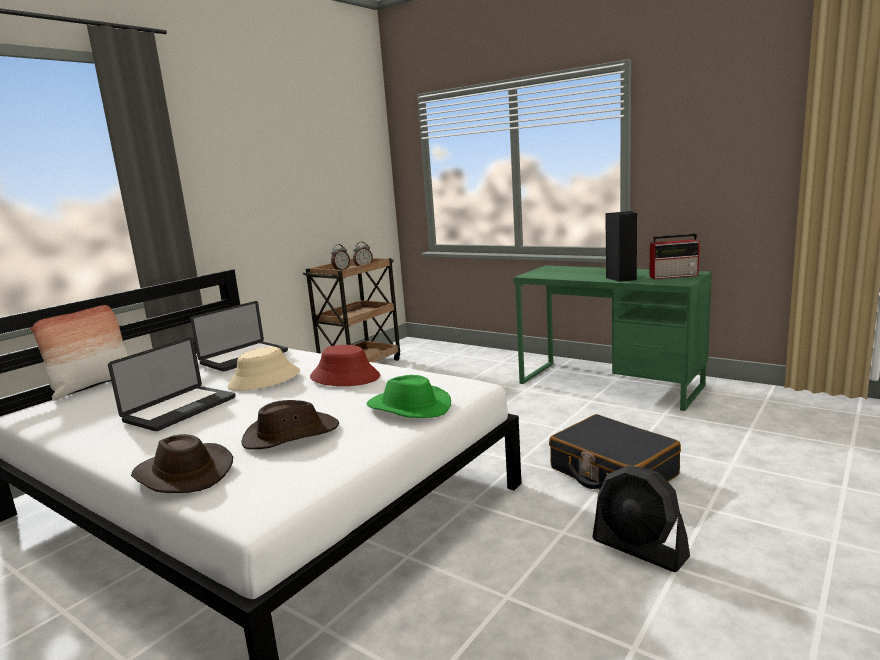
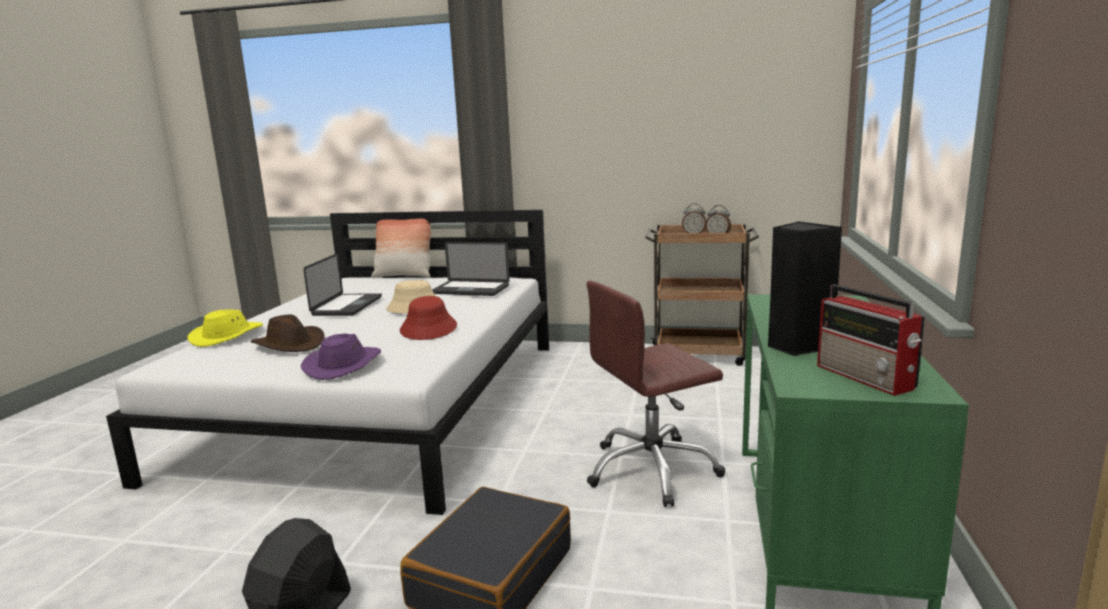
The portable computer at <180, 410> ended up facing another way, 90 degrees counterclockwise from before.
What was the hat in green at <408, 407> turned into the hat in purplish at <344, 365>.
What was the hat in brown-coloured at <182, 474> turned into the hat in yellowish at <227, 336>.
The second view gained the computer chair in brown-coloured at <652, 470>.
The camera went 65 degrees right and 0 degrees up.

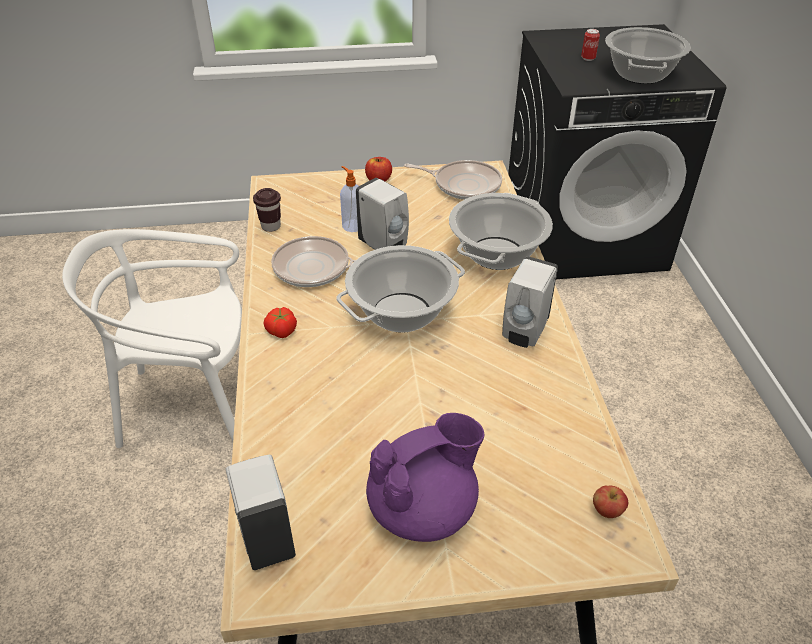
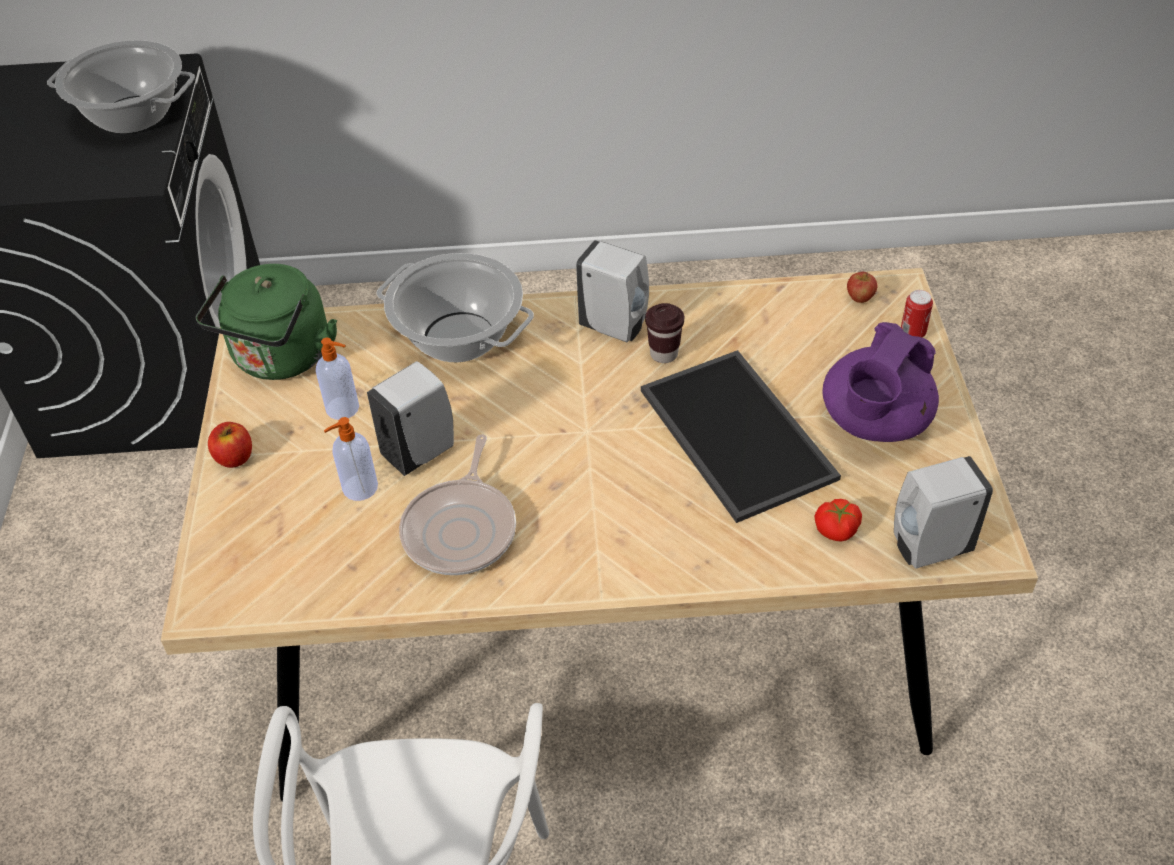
The metal can ended up elsewhere, having gone from <588, 58> to <912, 333>.
Where the frying pan stood at <463, 184>, the tea kettle in green came to stand at <280, 359>.
The small cup in brown-coloured ended up elsewhere, having gone from <271, 226> to <664, 354>.
The second view lost the saucepot at <402, 312>.
The whole tomato ended up elsewhere, having gone from <281, 331> to <837, 530>.
The teapot in purplish at <423, 508> ended up facing another way, 120 degrees counterclockwise from before.
The second view gained the soap bottle at <344, 408>.
The second view gained the carrying tray at <732, 433>.
The camera went 85 degrees left and 5 degrees up.

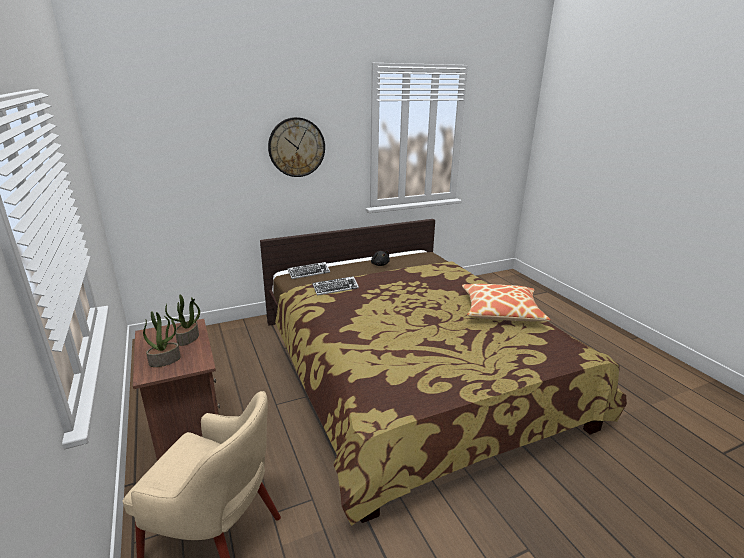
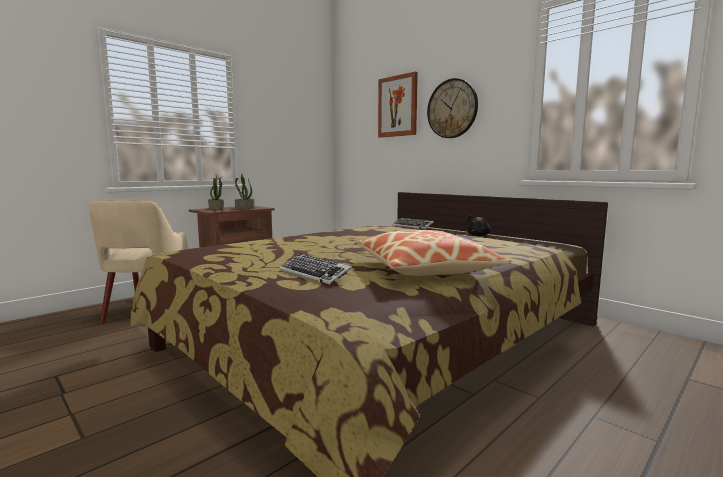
The PC keyboard ended up elsewhere, having gone from <335, 288> to <314, 274>.
The second view gained the wall art at <398, 106>.
The camera went 70 degrees right and 15 degrees down.

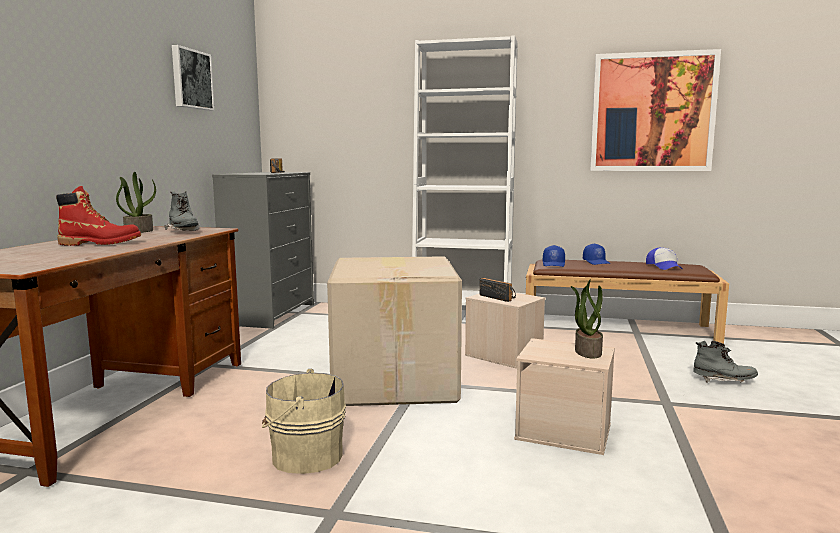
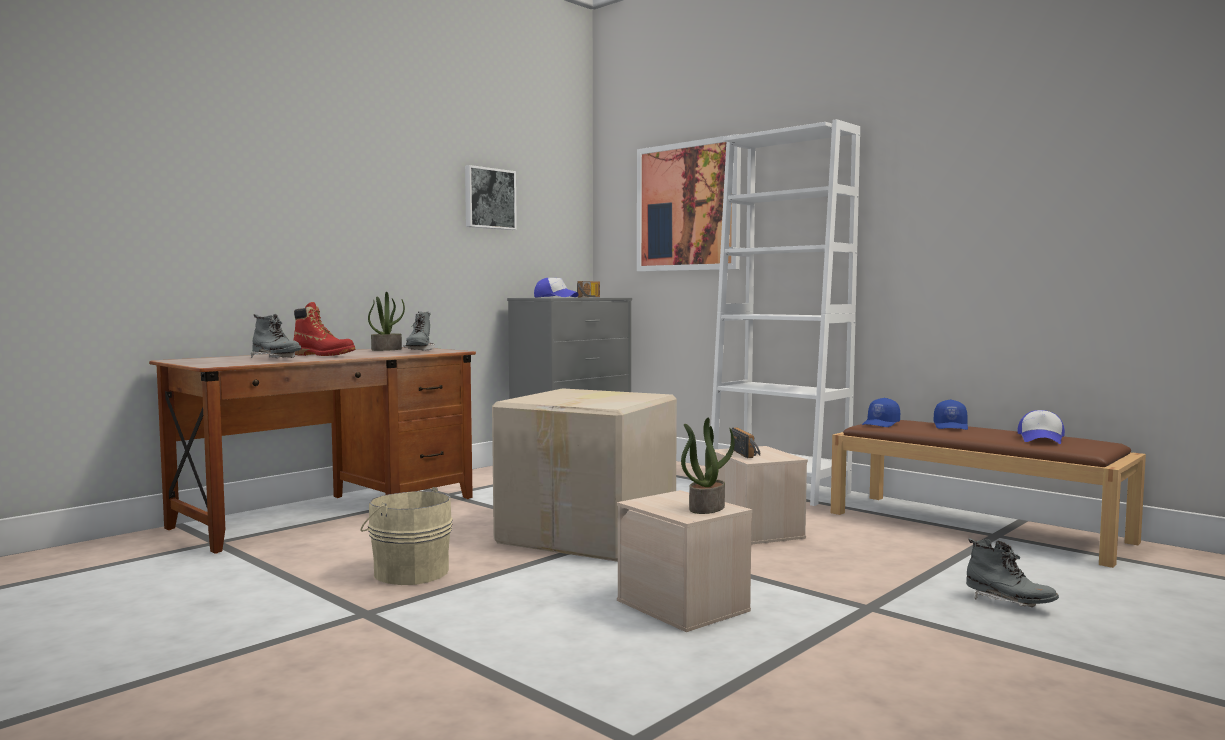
The wall art ended up elsewhere, having gone from <652, 112> to <688, 207>.
The second view gained the baseball cap at <555, 297>.
The second view gained the tall boot in greyish at <276, 359>.
The camera went 30 degrees right and 5 degrees down.

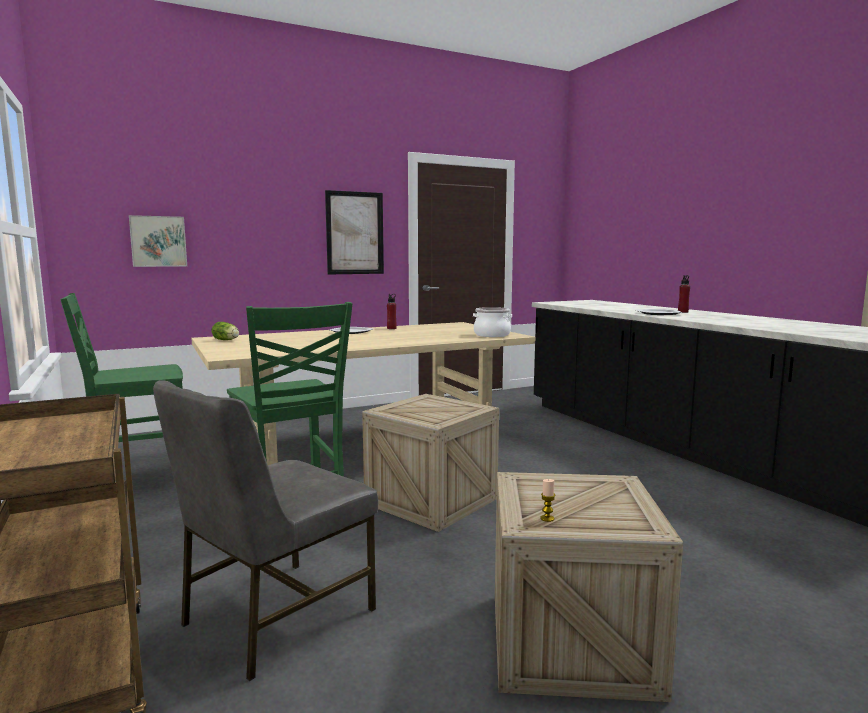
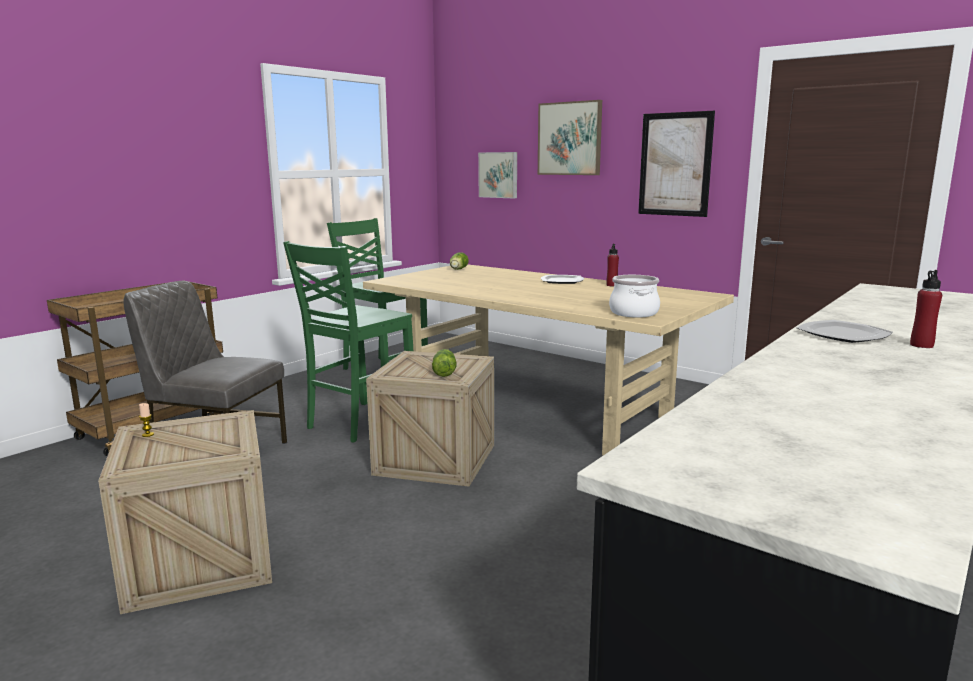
The second view gained the wall art at <570, 138>.
The second view gained the head of lettuce at <444, 372>.
The camera went 65 degrees right and 5 degrees up.

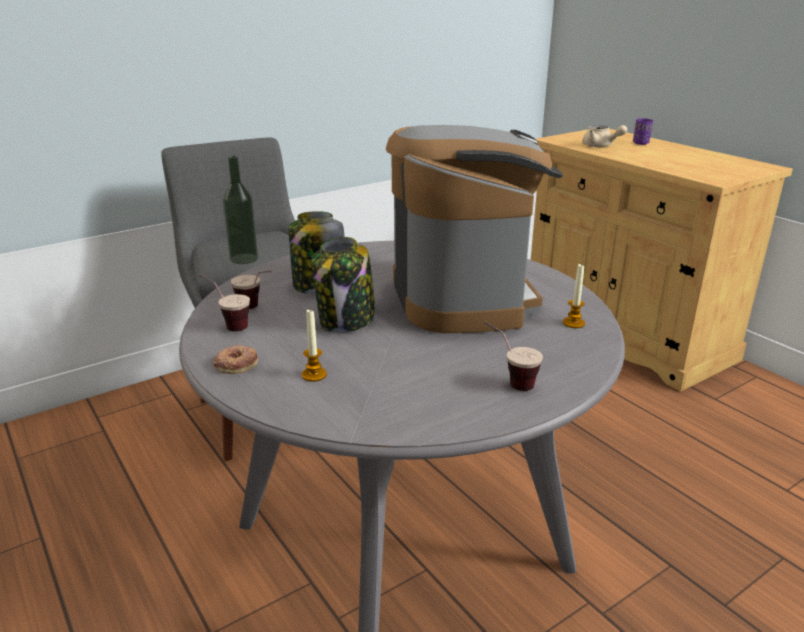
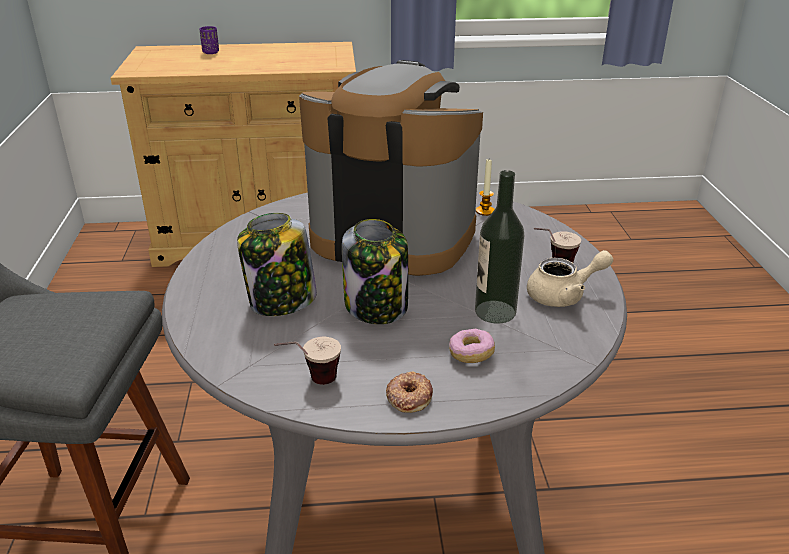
The teapot in beige-coloured ended up elsewhere, having gone from <600, 146> to <564, 295>.
The beverage bottle ended up elsewhere, having gone from <244, 259> to <495, 312>.
The second view lost the small cup at <256, 309>.
Where the candle stood at <314, 375>, the doughnut came to stand at <471, 354>.
The camera went 60 degrees left and 5 degrees up.

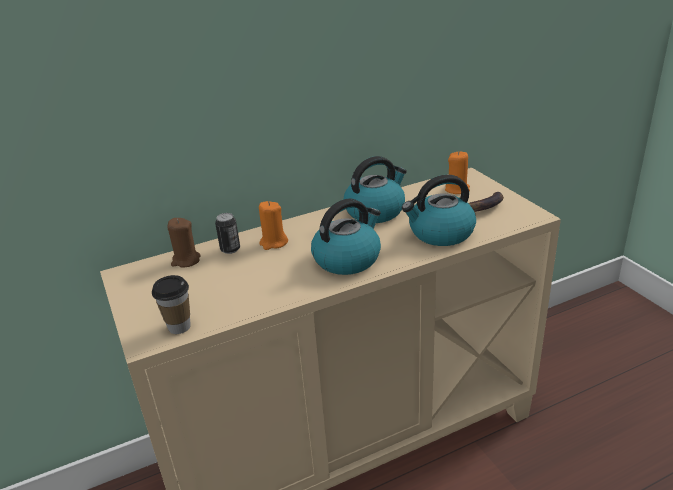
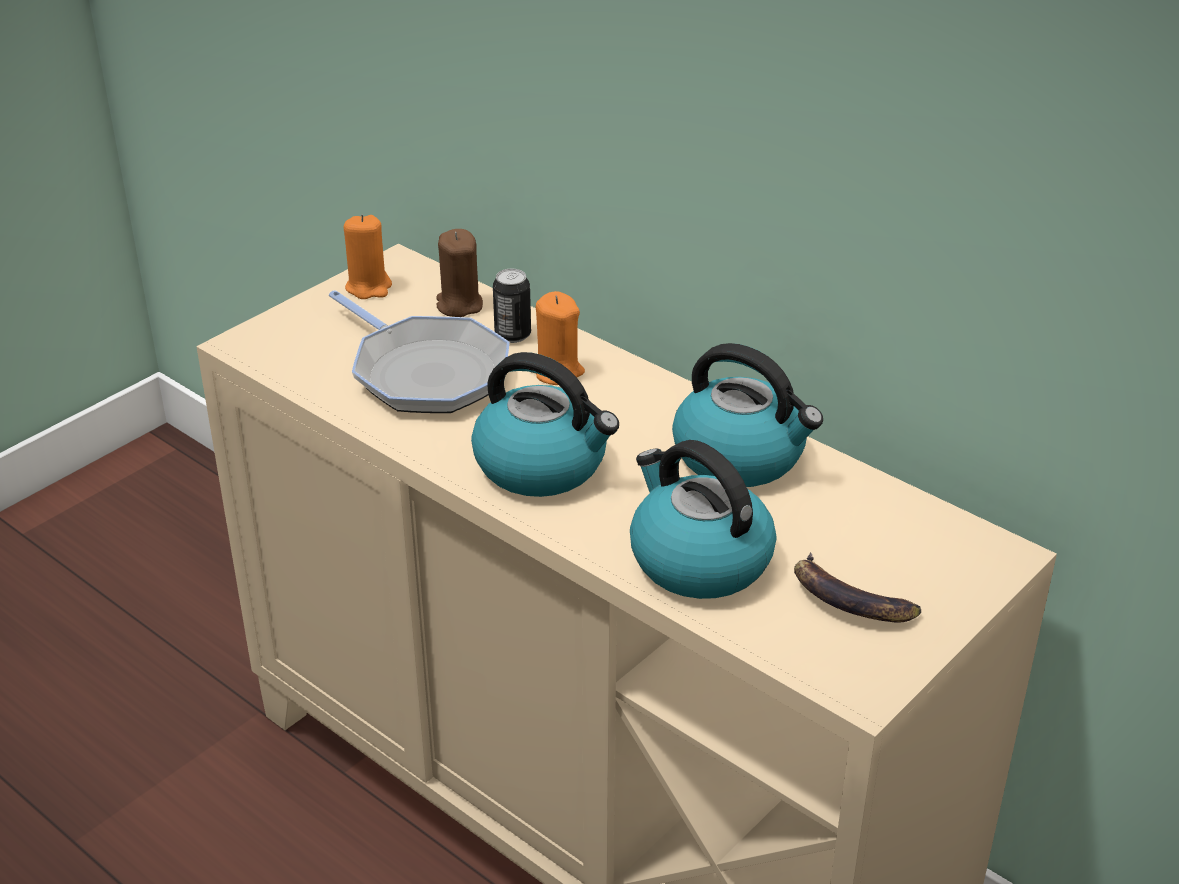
The candle in orangey ended up elsewhere, having gone from <457, 189> to <369, 287>.
The second view lost the small cup at <179, 327>.
The second view gained the frying pan at <425, 372>.
The camera went 65 degrees right and 5 degrees up.

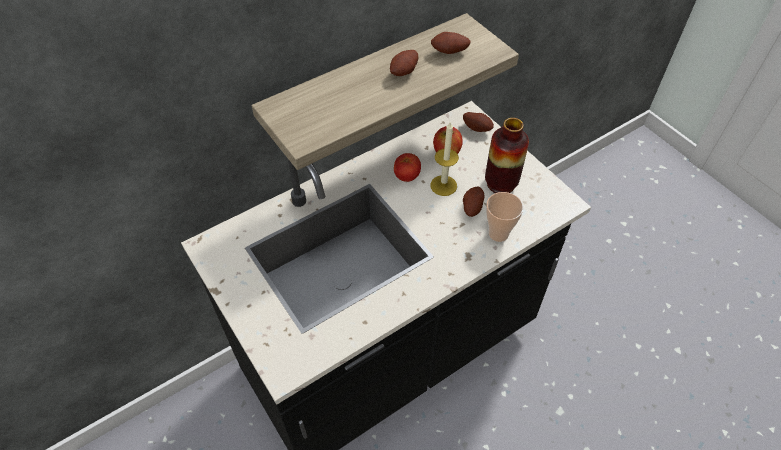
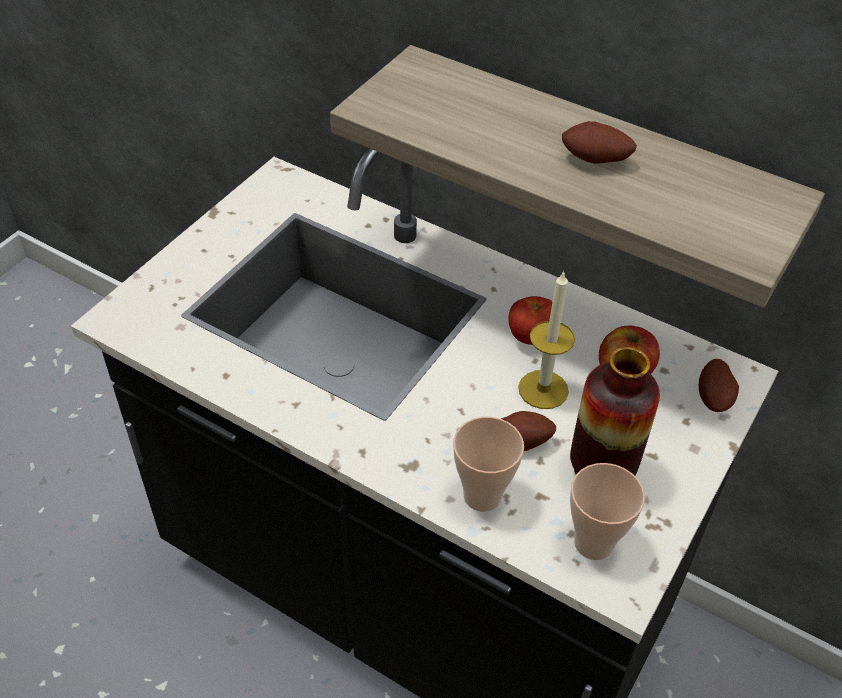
The second view lost the potato at <449, 52>.
The second view gained the small cup at <594, 543>.
The camera went 65 degrees right and 5 degrees down.

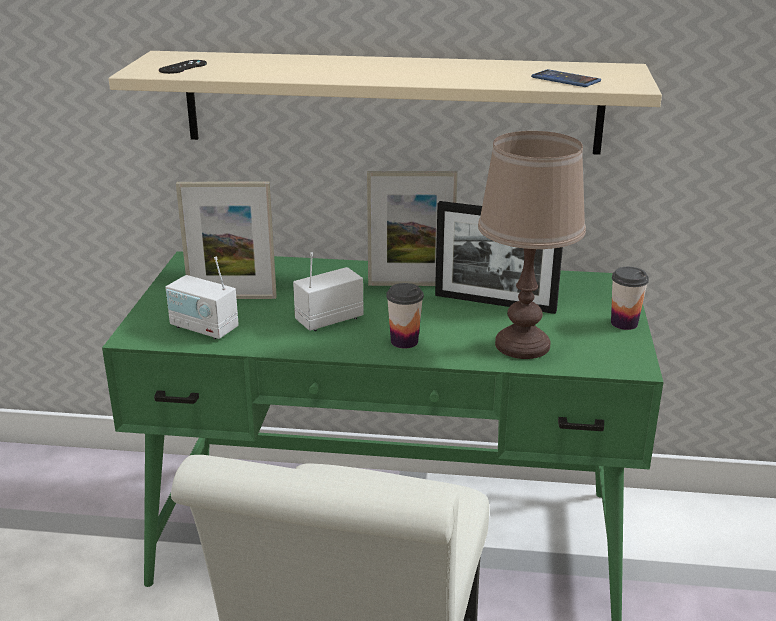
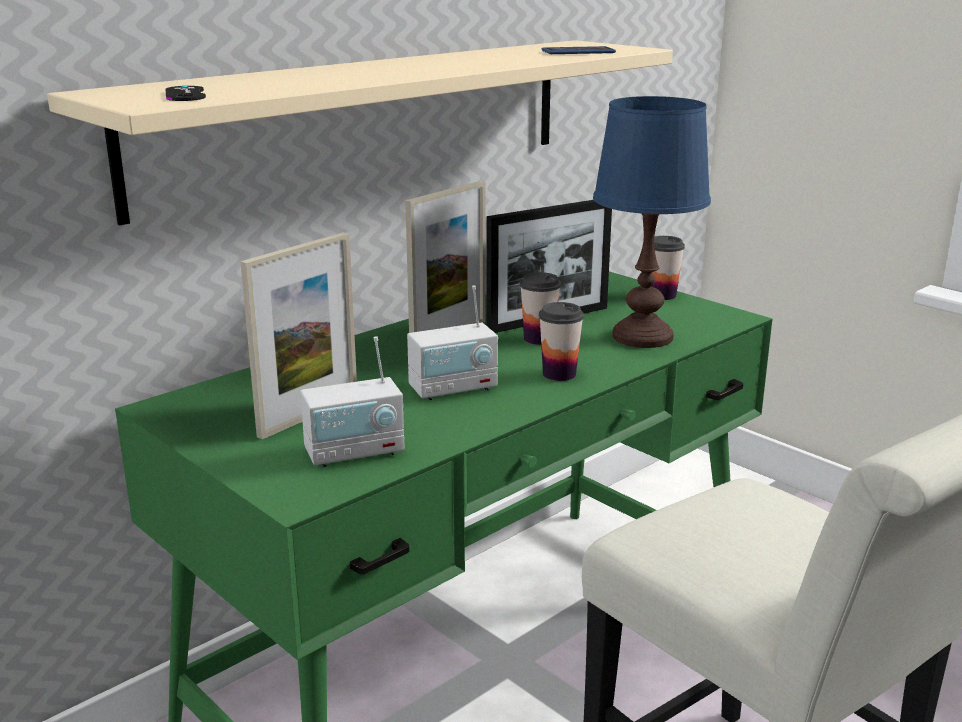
What was the lamp for a table in brown-coloured at <522, 345> turned into the lamp for a table in bluish at <643, 337>.
The radio set at <328, 319> ended up facing another way, 120 degrees counterclockwise from before.
The second view gained the small cup at <539, 339>.
The camera went 50 degrees left and 5 degrees down.

